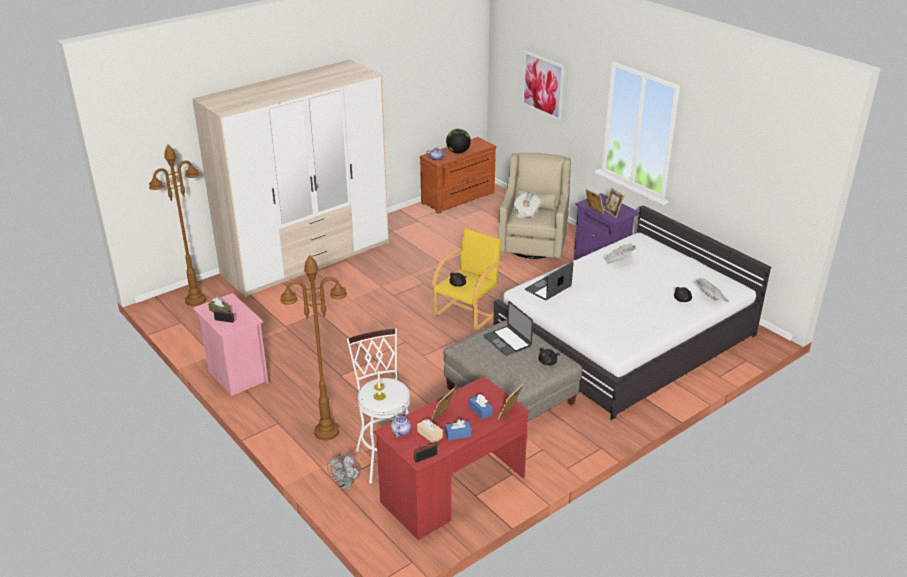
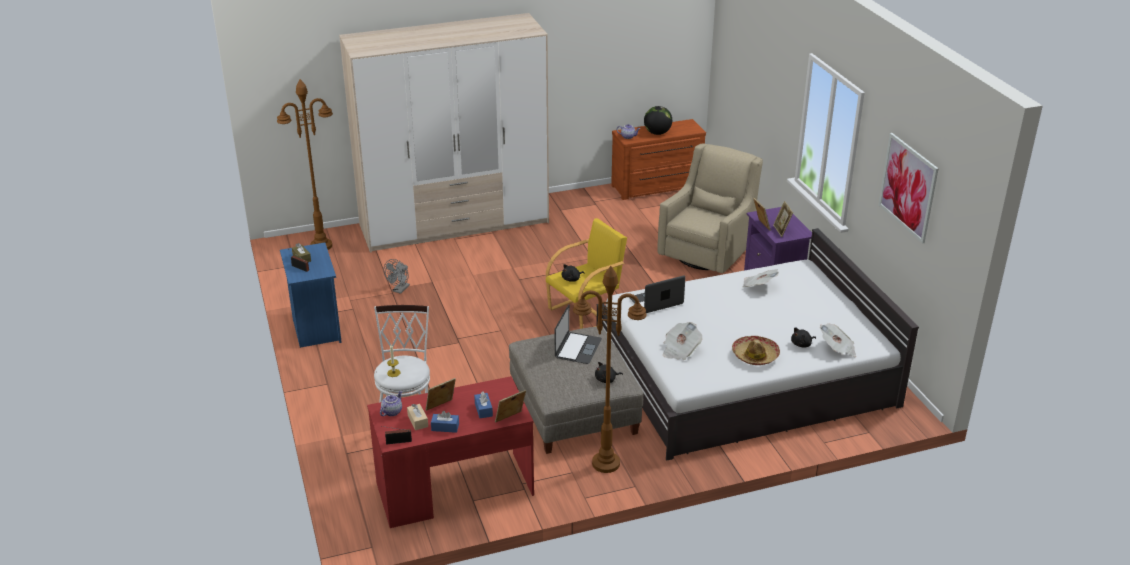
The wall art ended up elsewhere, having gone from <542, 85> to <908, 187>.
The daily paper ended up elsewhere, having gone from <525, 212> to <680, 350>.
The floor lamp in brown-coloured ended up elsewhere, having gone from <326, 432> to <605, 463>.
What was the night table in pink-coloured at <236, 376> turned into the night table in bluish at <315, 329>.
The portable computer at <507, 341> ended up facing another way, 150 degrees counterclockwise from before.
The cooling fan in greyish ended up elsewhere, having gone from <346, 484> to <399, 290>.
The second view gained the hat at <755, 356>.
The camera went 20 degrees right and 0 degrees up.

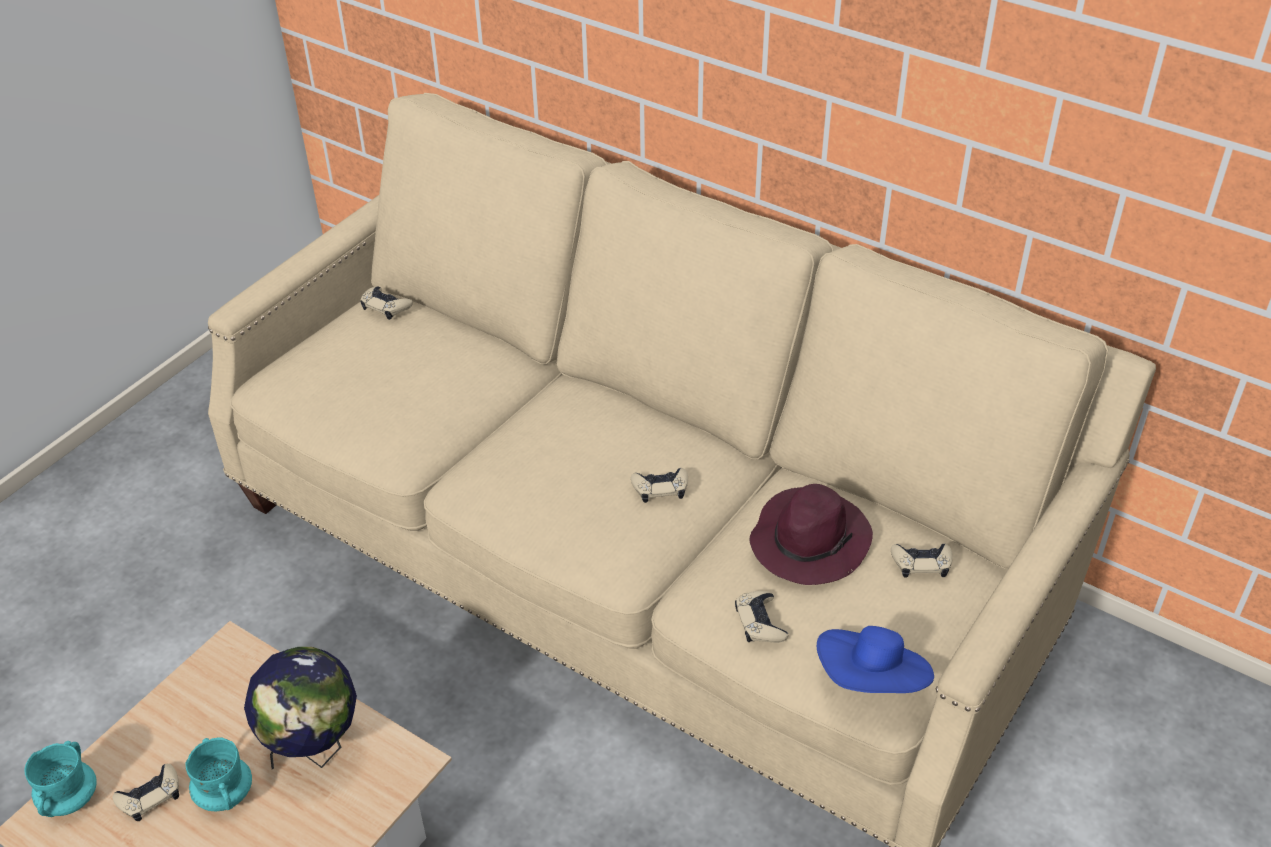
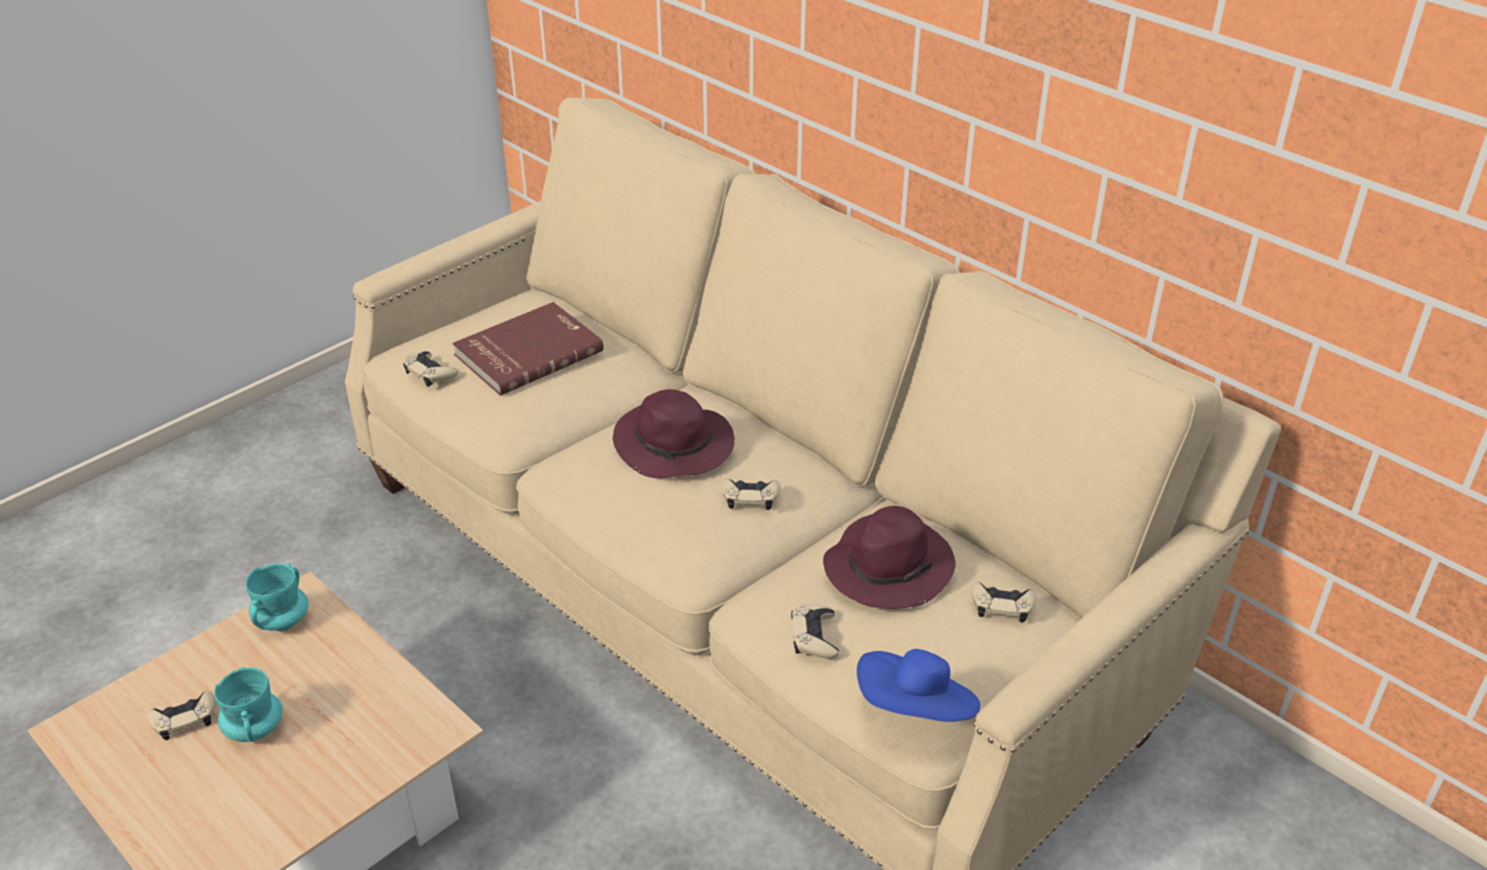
The joypad in beige-coloured ended up elsewhere, having gone from <386, 306> to <430, 373>.
The second view lost the desk globe at <315, 749>.
The coffee mug in turquoise ended up elsewhere, having gone from <70, 798> to <282, 620>.
The second view gained the book in red-coloured at <527, 352>.
The second view gained the hat in purplish at <675, 446>.
The camera went 10 degrees right and 5 degrees down.

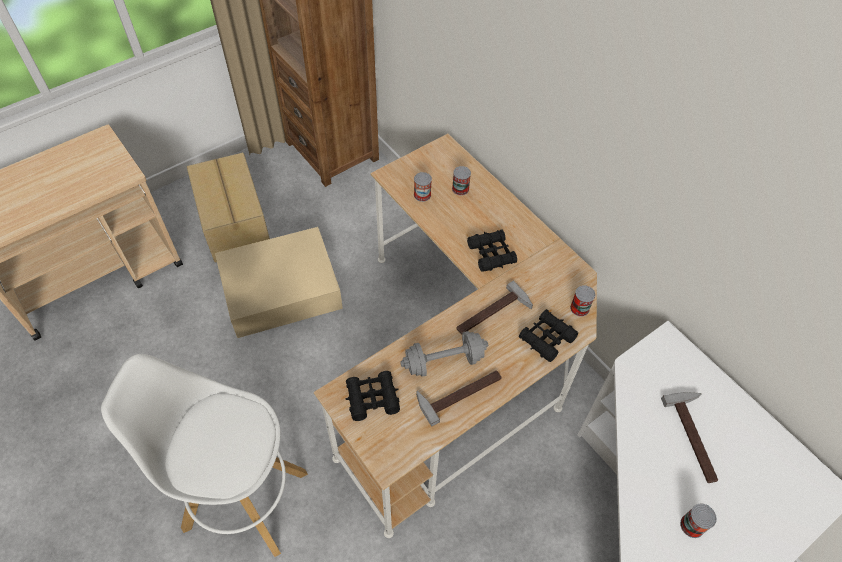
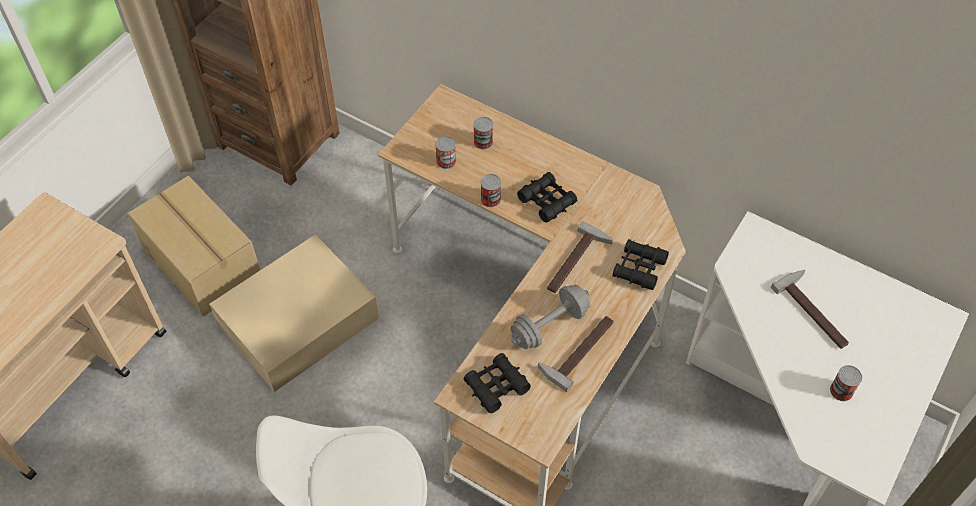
The metal can ended up elsewhere, having gone from <579, 308> to <490, 199>.
The camera went 20 degrees left and 0 degrees up.

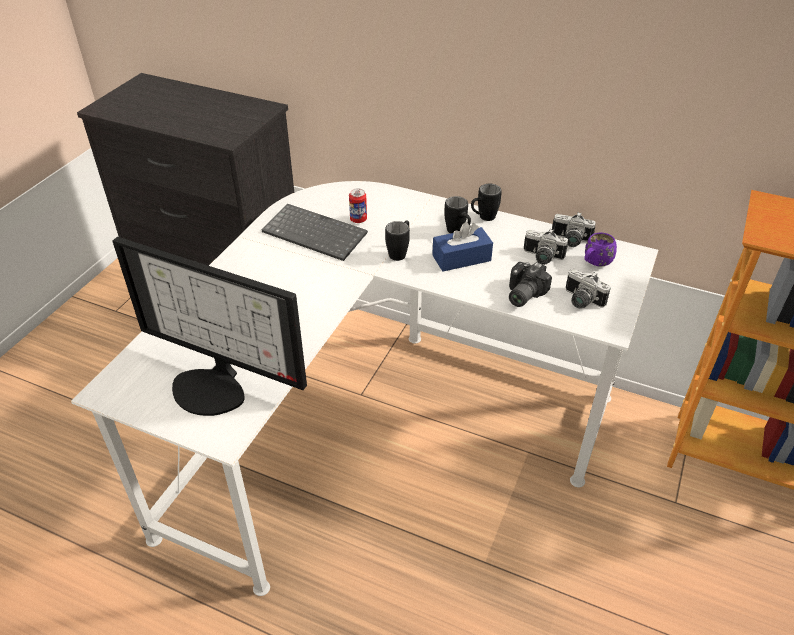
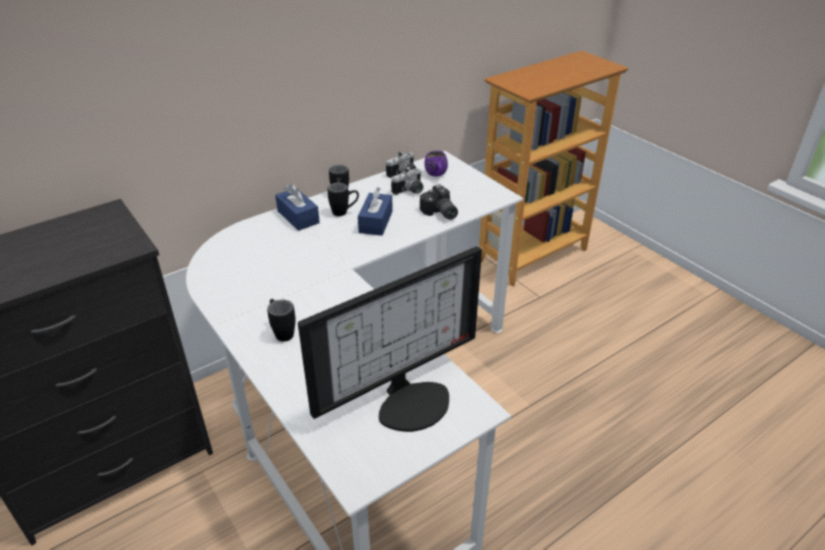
The second view lost the metal can at <358, 219>.
The second view lost the PC keyboard at <316, 233>.
The coffee mug in black-coloured ended up elsewhere, having gone from <400, 252> to <282, 331>.
The second view lost the still camera at <581, 301>.
The second view gained the box of tissues in bluish at <298, 217>.
The camera went 60 degrees left and 5 degrees down.

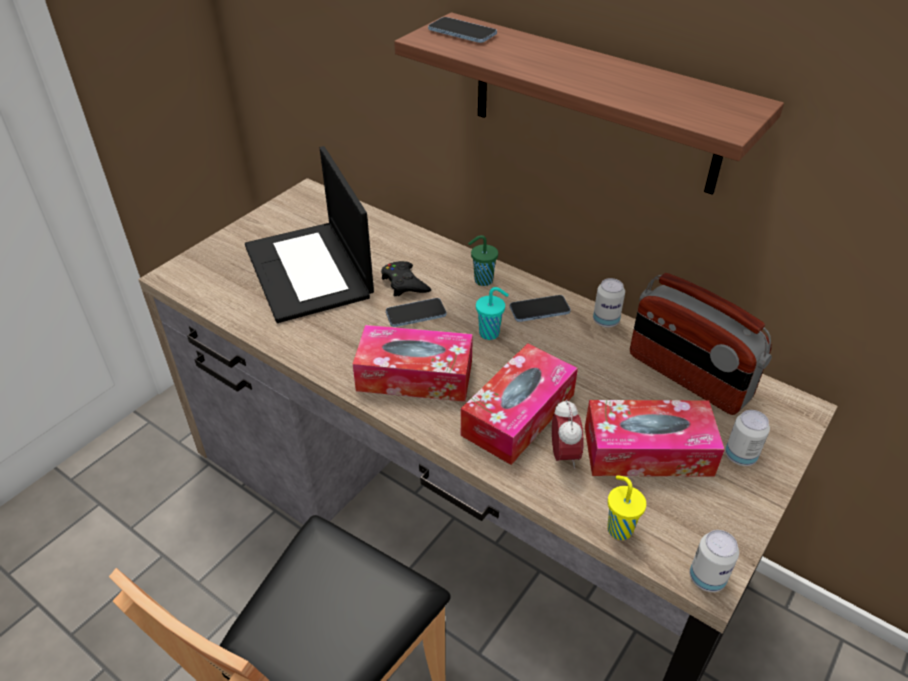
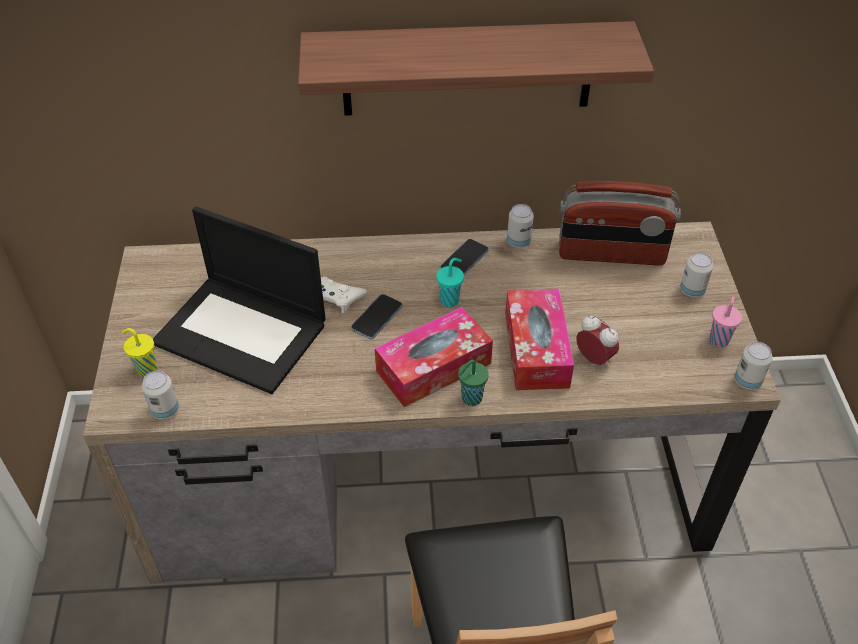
The second view lost the telephone at <462, 32>.
The small cup in green ended up elsewhere, having gone from <482, 280> to <470, 399>.
What was the joypad in black-coloured at <404, 283> turned into the joypad in white-coloured at <337, 297>.
The second view lost the box of tissues at <647, 451>.
The small cup in yellowish ended up elsewhere, having gone from <618, 528> to <146, 369>.
The second view gained the small cup in pink-coloured at <719, 339>.
The second view gained the metal can at <165, 410>.
The camera went 40 degrees left and 5 degrees up.

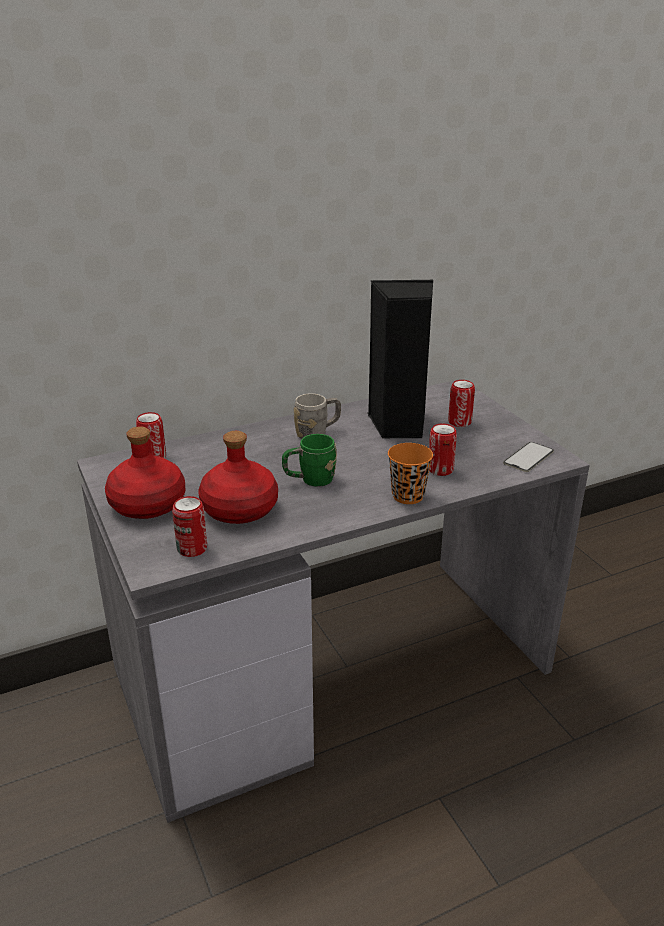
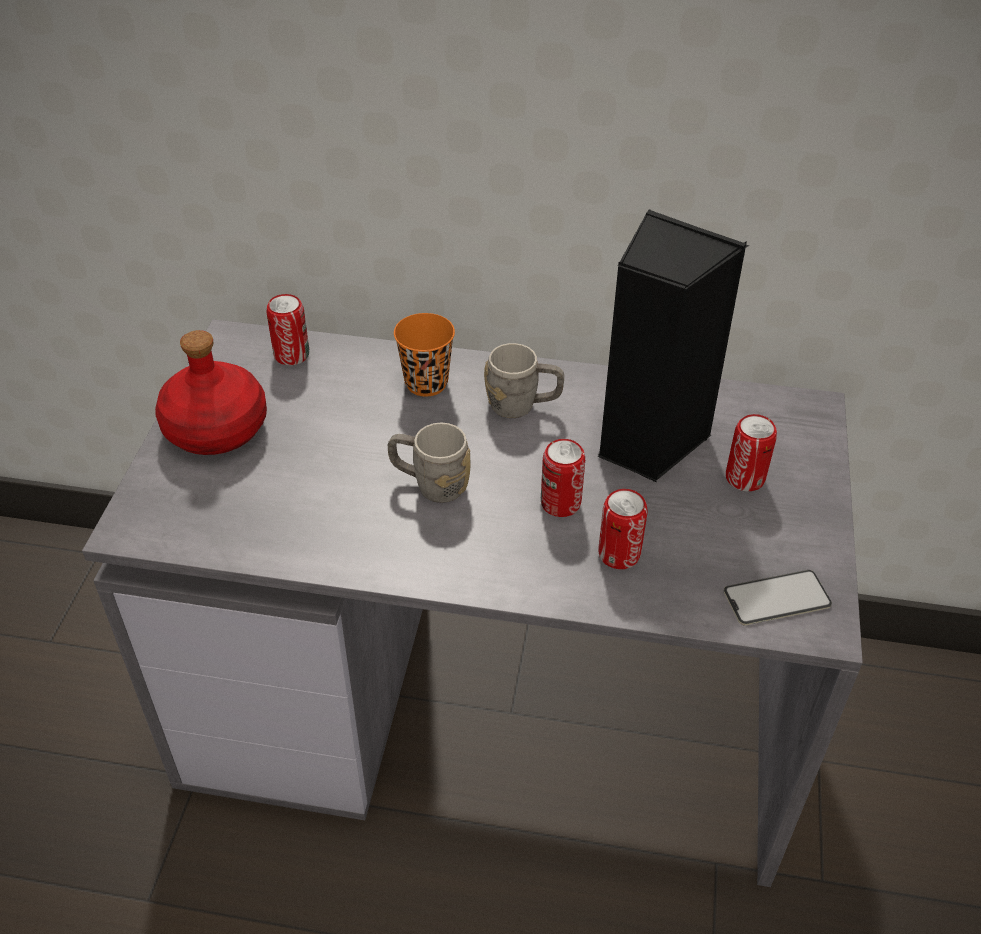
The second view lost the beverage bottle in red-coloured at <240, 509>.
What was the coffee mug in green at <310, 480> turned into the coffee mug in greyish at <430, 484>.
The small cup in orangey ended up elsewhere, having gone from <408, 496> to <426, 383>.
The metal can ended up elsewhere, having gone from <192, 549> to <560, 503>.
The camera went 35 degrees right and 15 degrees up.

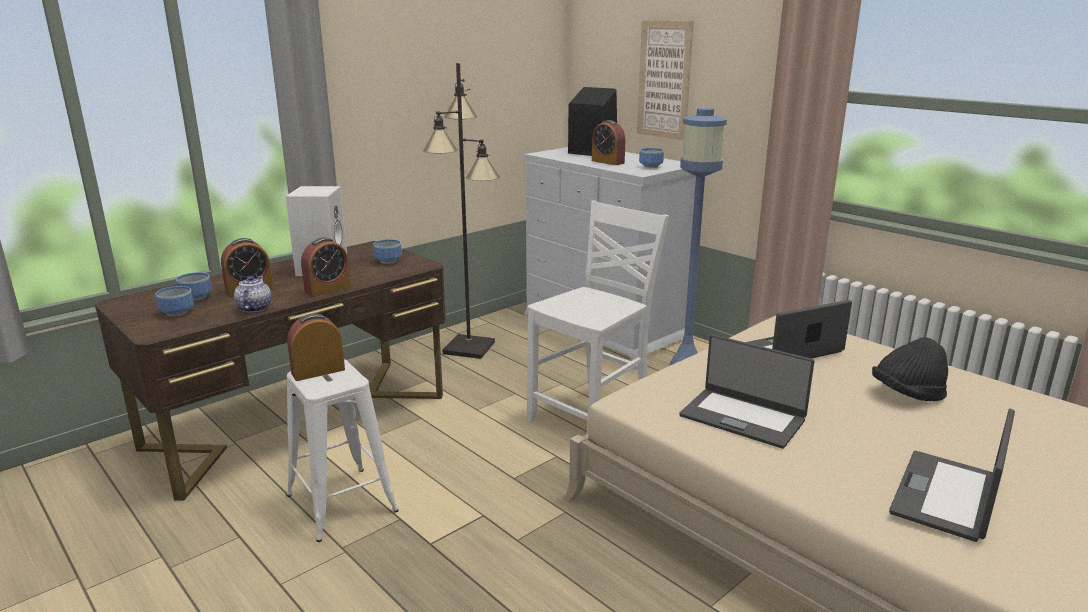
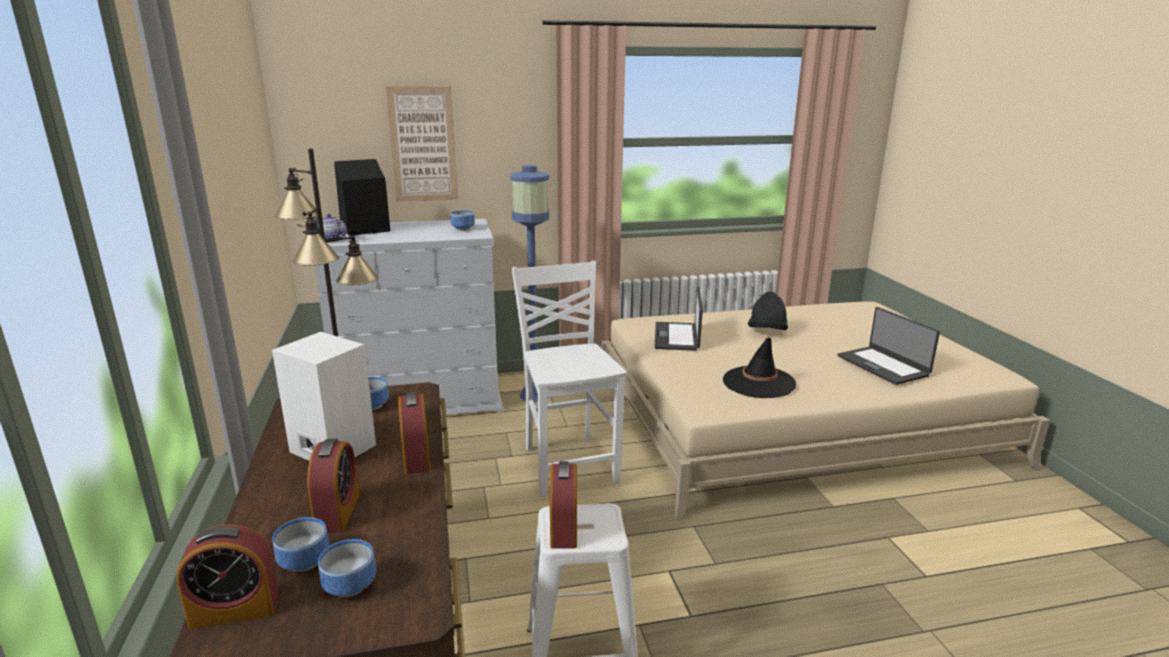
The table clock ended up elsewhere, having gone from <607, 162> to <235, 610>.
The teapot ended up elsewhere, having gone from <254, 308> to <331, 240>.
Where the portable computer stood at <743, 417>, the hat in black-coloured came to stand at <758, 382>.
The camera went 60 degrees left and 0 degrees up.

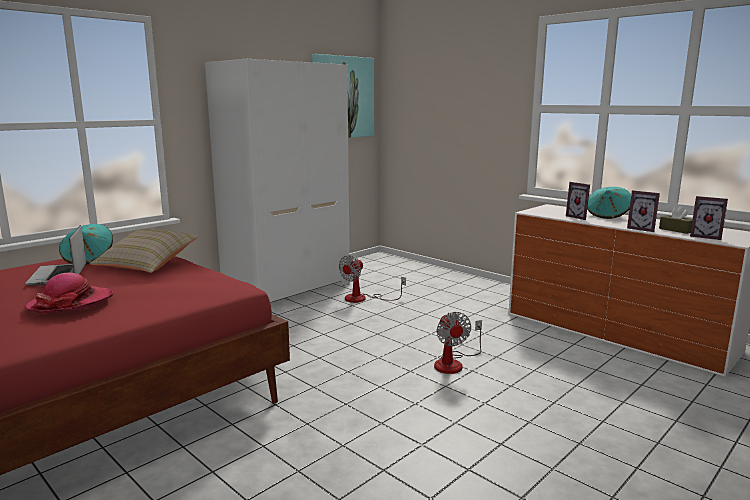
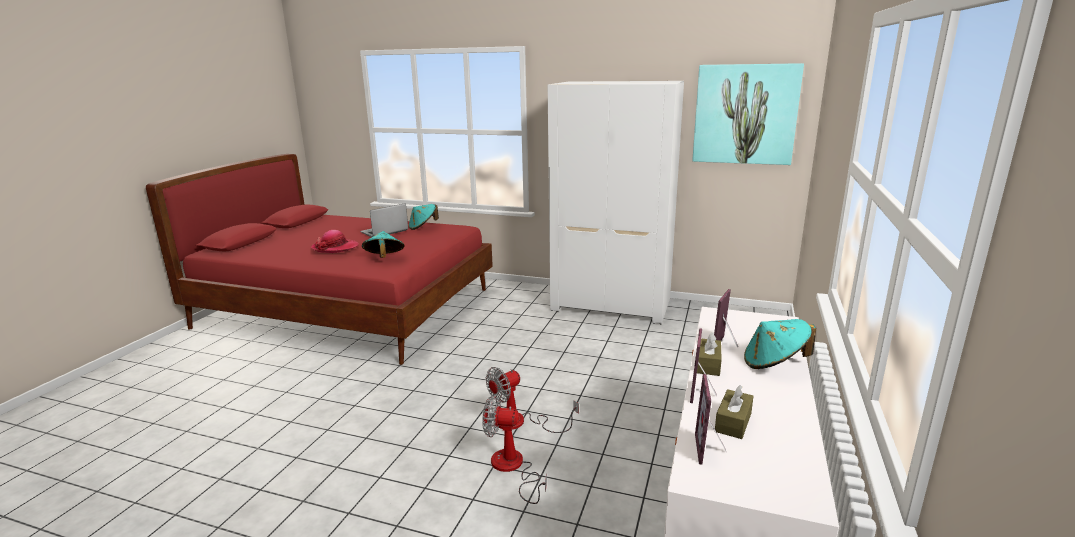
The second view lost the pillow in beige-coloured at <147, 265>.
The cooling fan ended up elsewhere, having gone from <363, 298> to <512, 468>.
The second view gained the hat in turquoise at <384, 258>.
The second view gained the box of tissues in brown-coloured at <708, 364>.
The camera went 65 degrees right and 5 degrees up.

